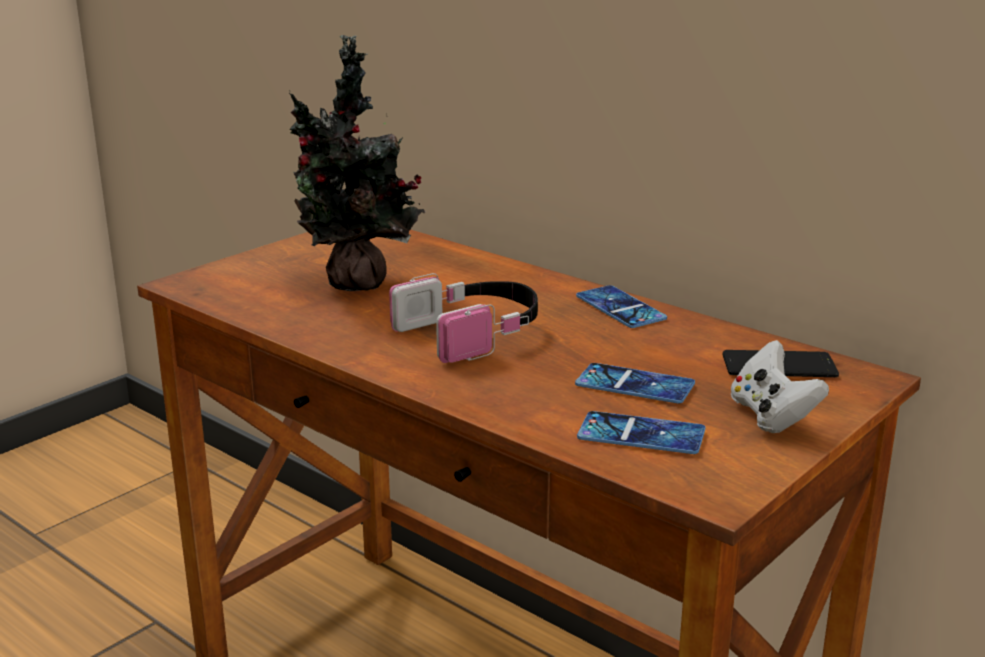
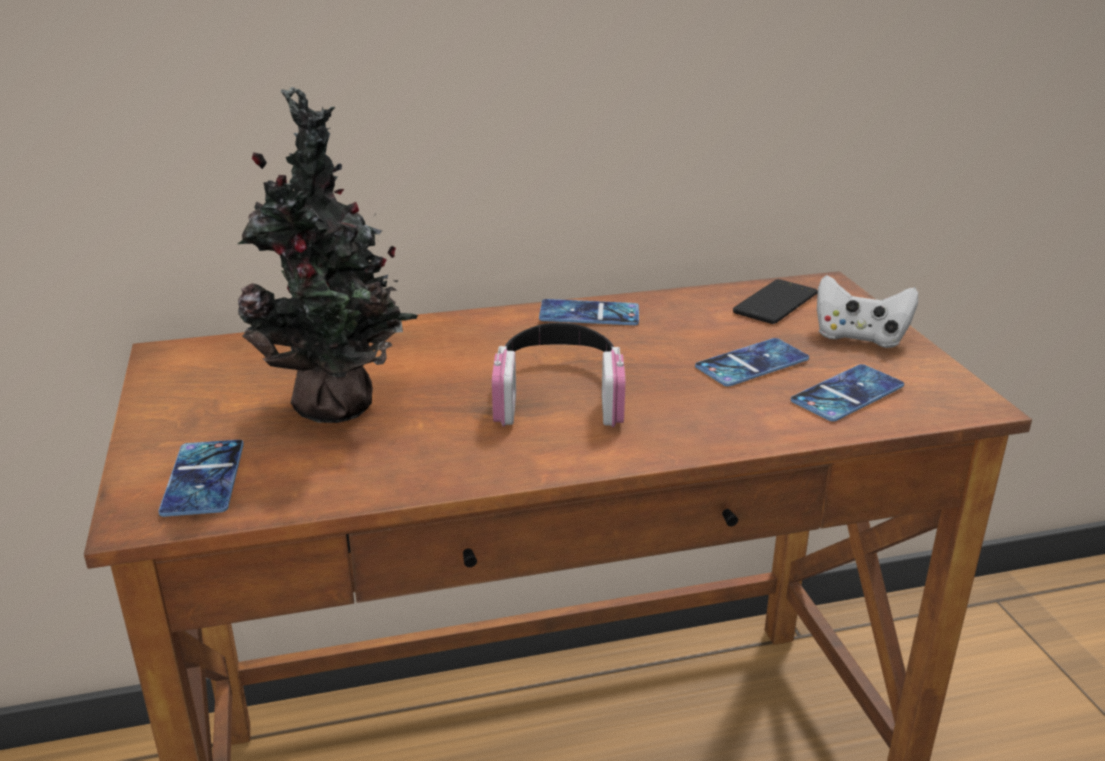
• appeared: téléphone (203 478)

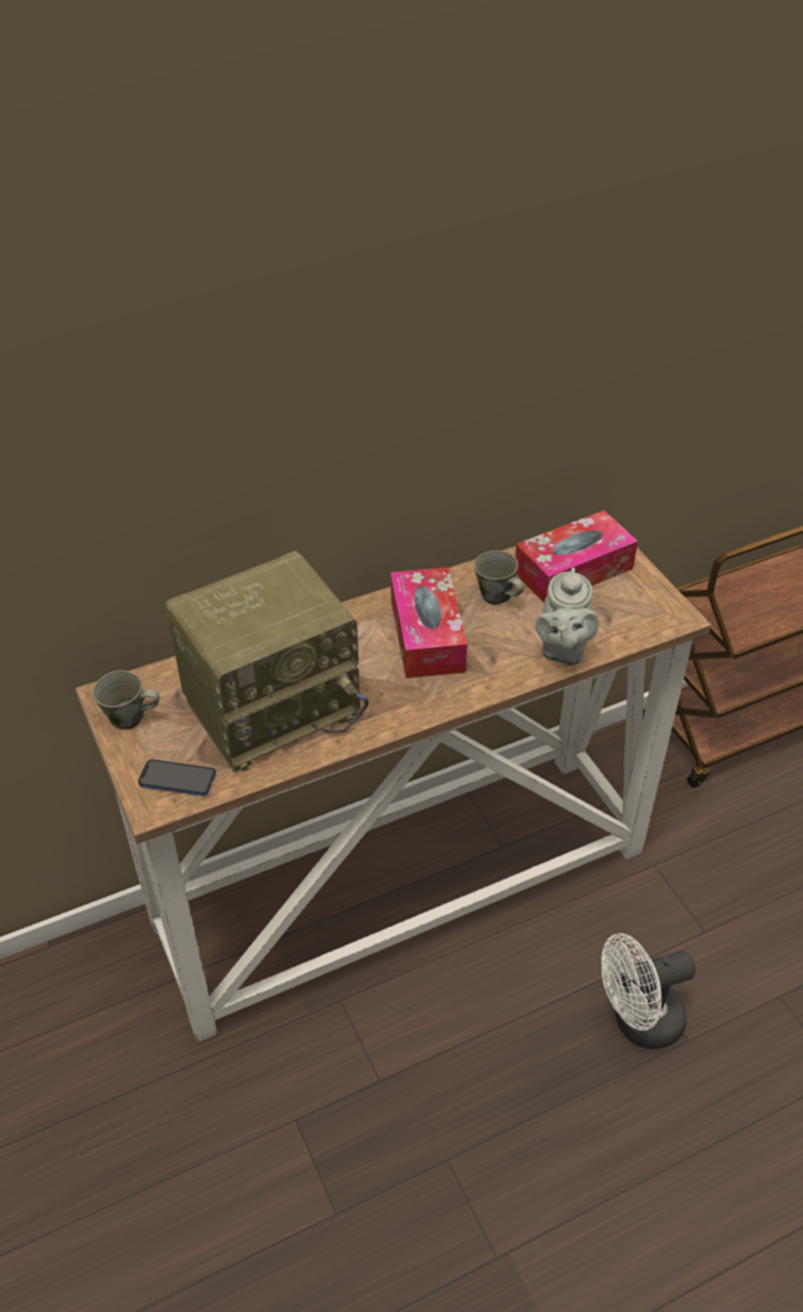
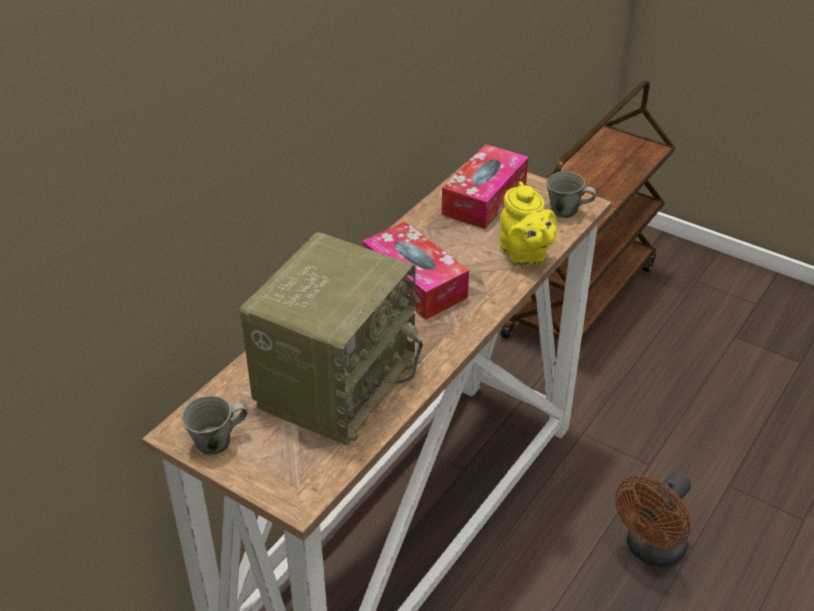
• colour: théière [gris] (562 649) to théière [jaune] (525 255)
• relocated: mug [gris] (497 596) to (566 211)
• colour: ventilateur [blanc] (638 1022) to ventilateur [marron] (650 550)
• missing: téléphone (177 779)

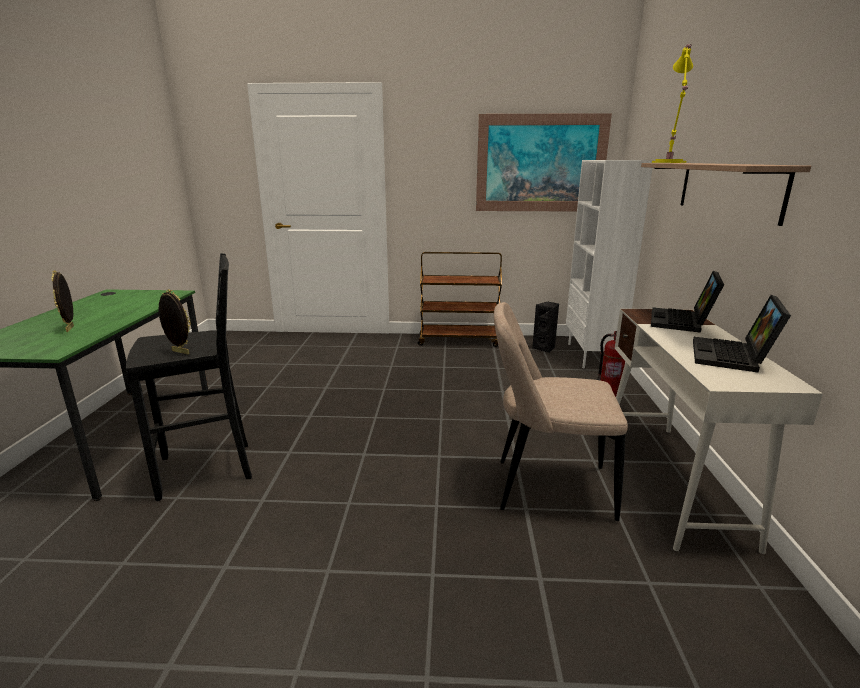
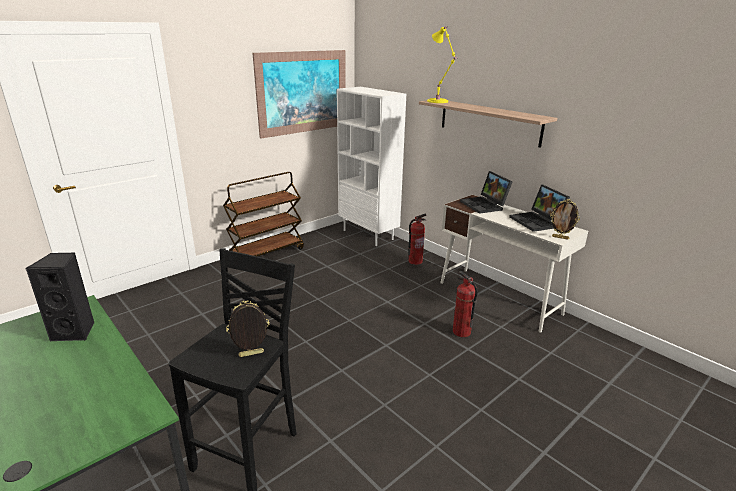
• relocated: enceinte [noir] (545 348) to (76 332)
• exchanged: chaise [beige] (547 488) to extincteur (461 332)
• relocated: cadre photo (71 329) to (560 237)

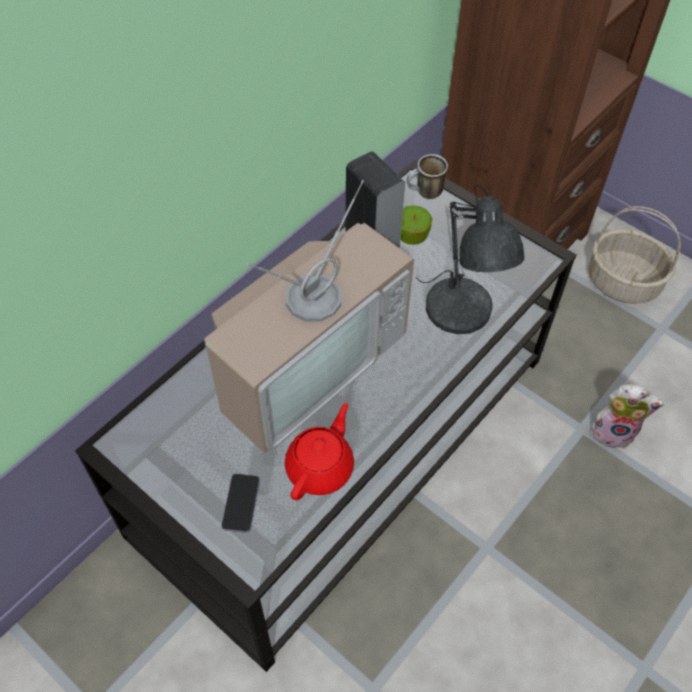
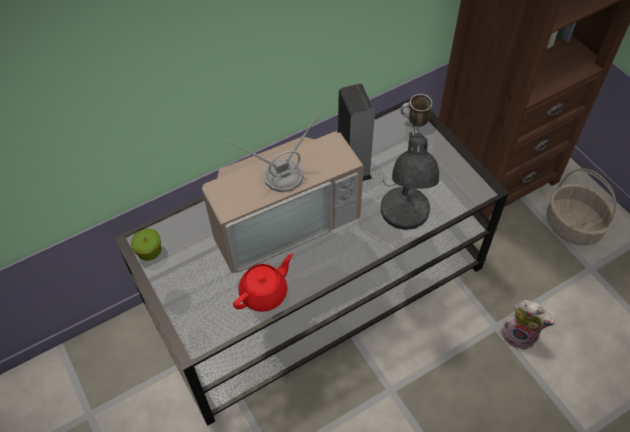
• relocated: pomme (412 236) to (150 252)
• missing: téléphone (241 503)

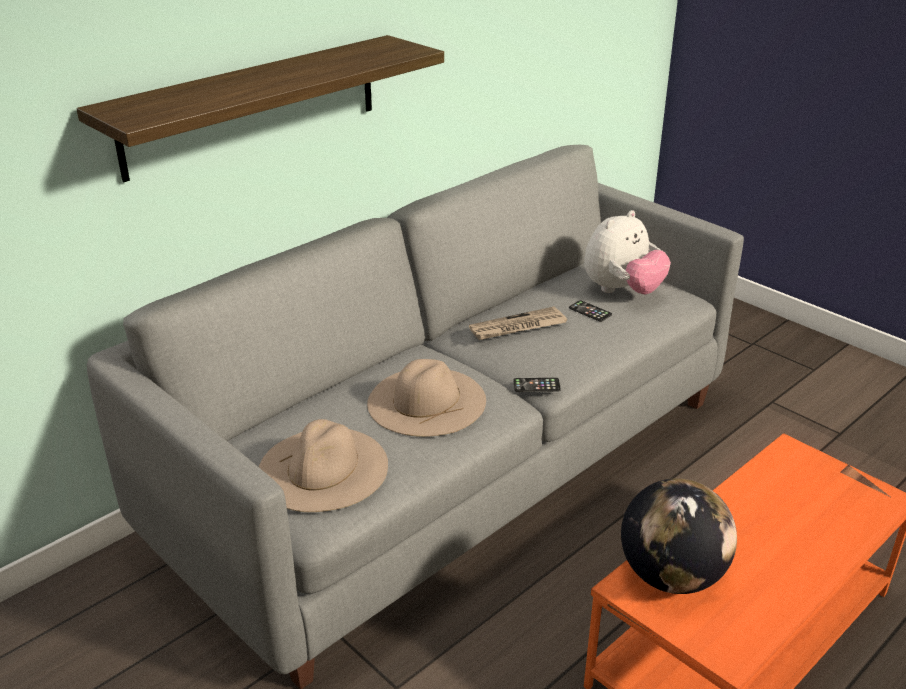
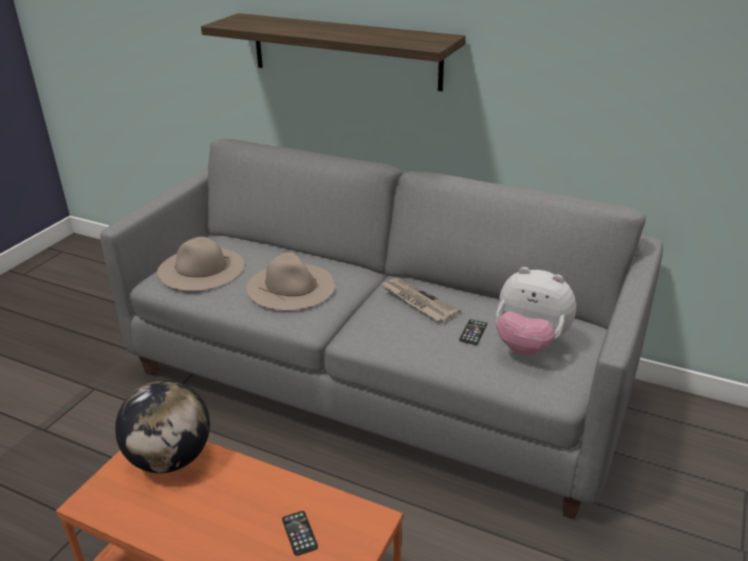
• relocated: téléphone (536 385) to (299 533)

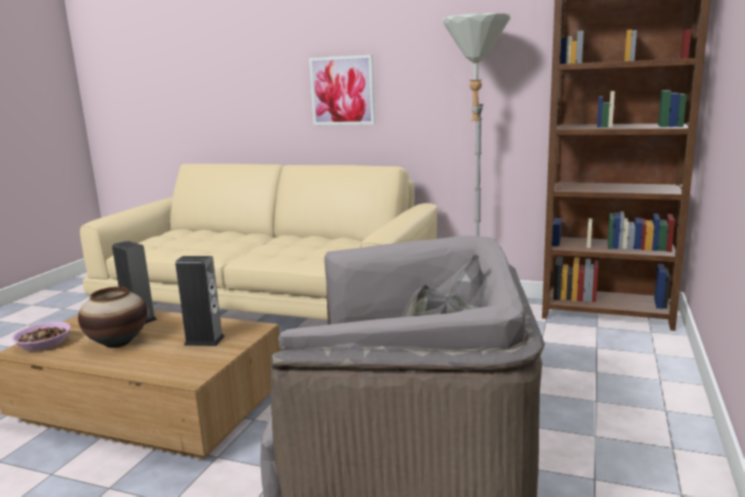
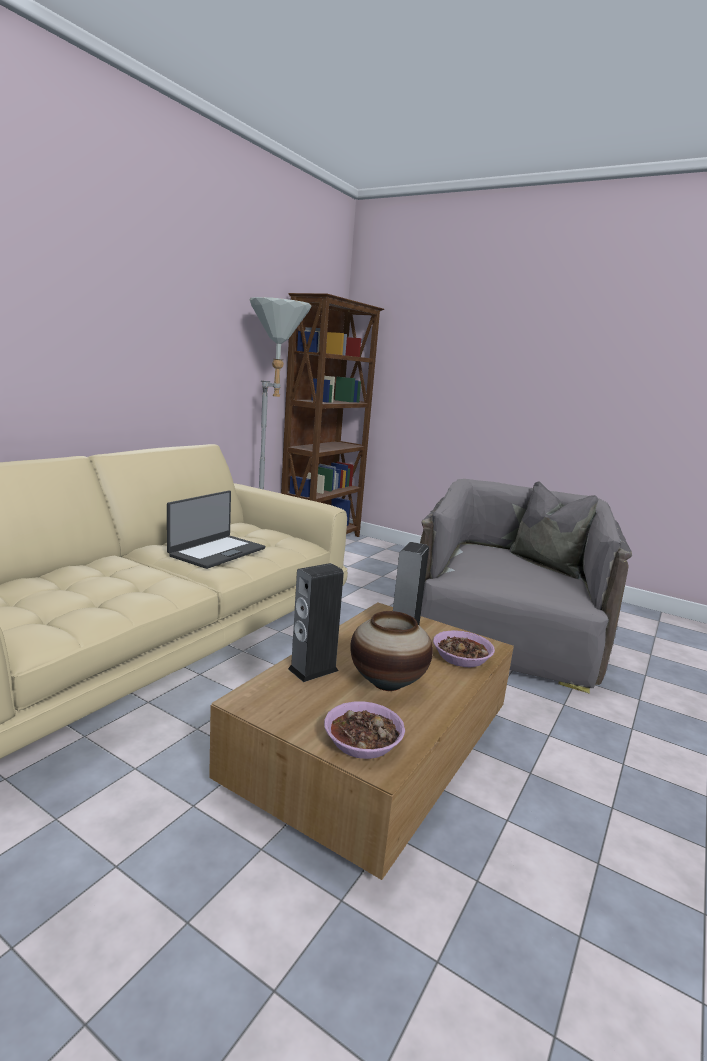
• appeared: ordinateur portable (217 552)
• appeared: bol (462 658)
• missing: tableau (342 91)

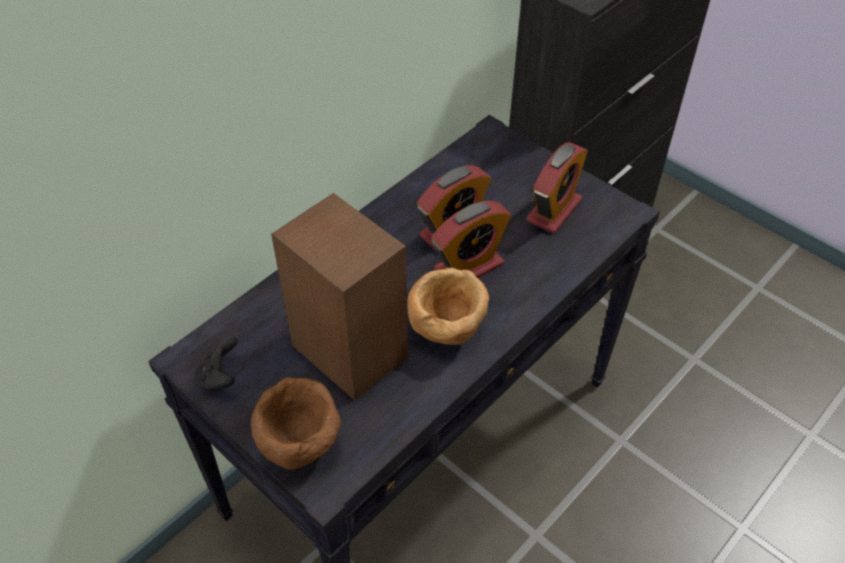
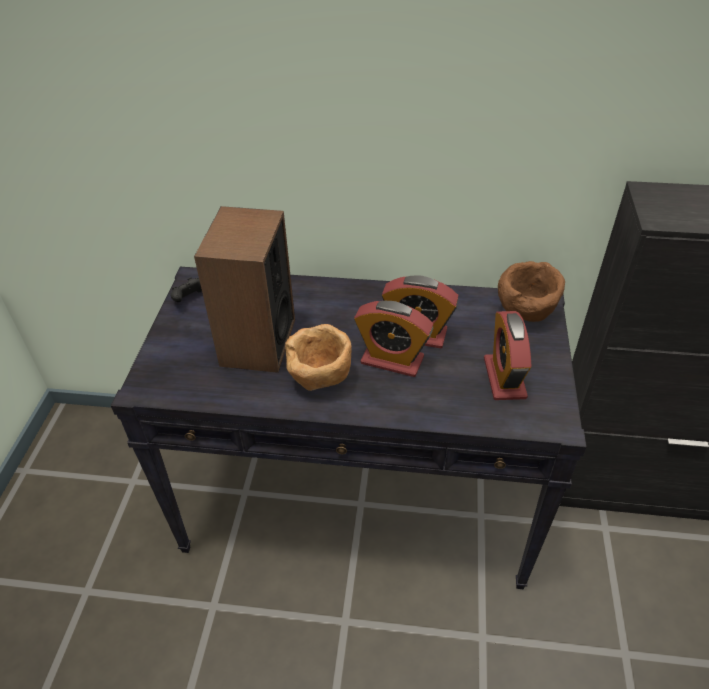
• spun: réveil (554 210) = (504 378) 90 degrees clockwise
• relocated: bol [marron] (301 445) to (525 314)

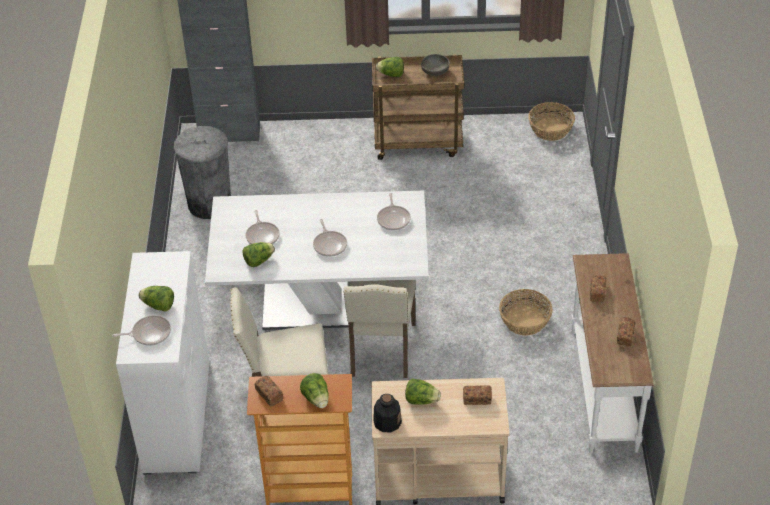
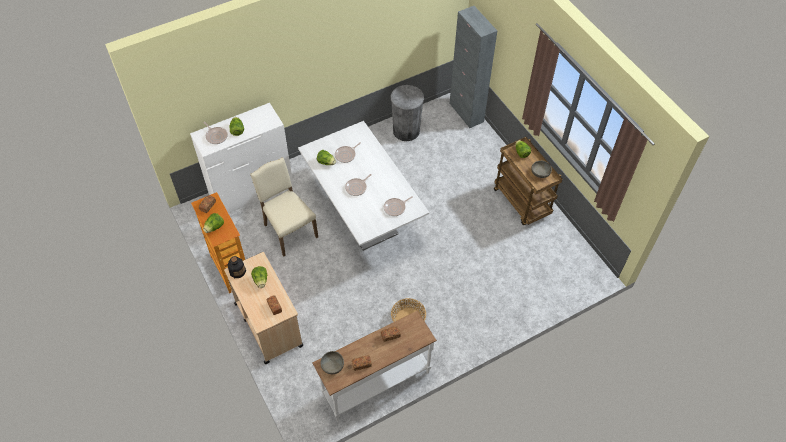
• appeared: bol [gris] (332 365)
• missing: chaise [beige] (381 351)
• missing: panier (550 129)

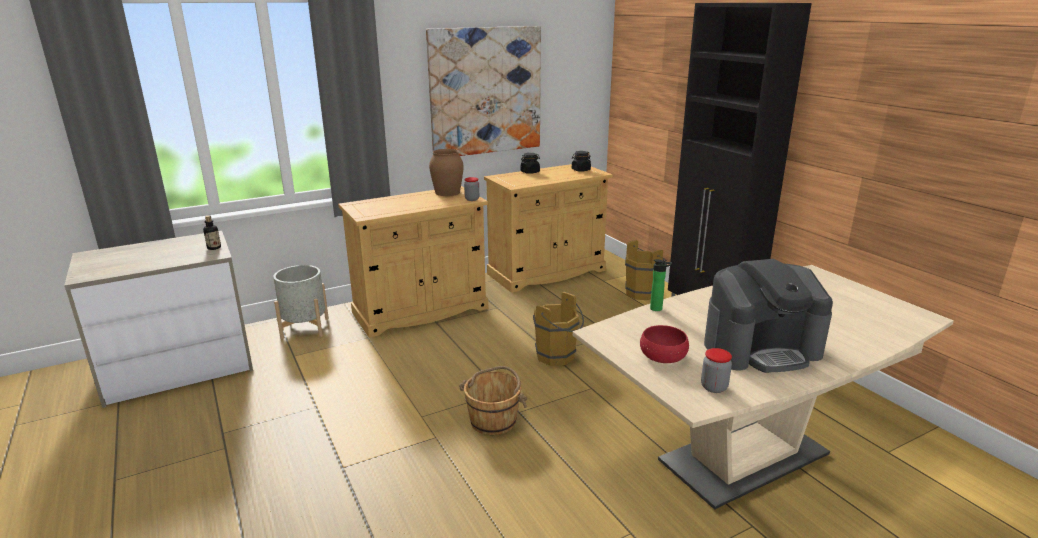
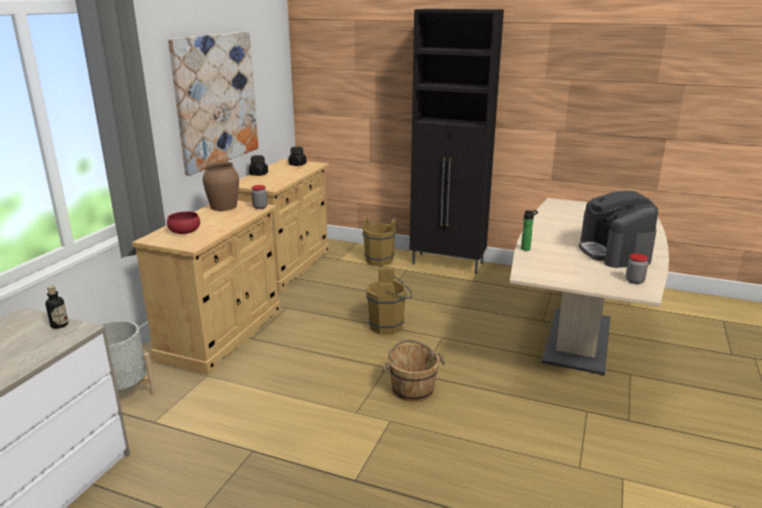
• relocated: bol [rouge] (663 356) to (184 231)
• spun: machine à café (761 348) = (614 252) 135 degrees clockwise

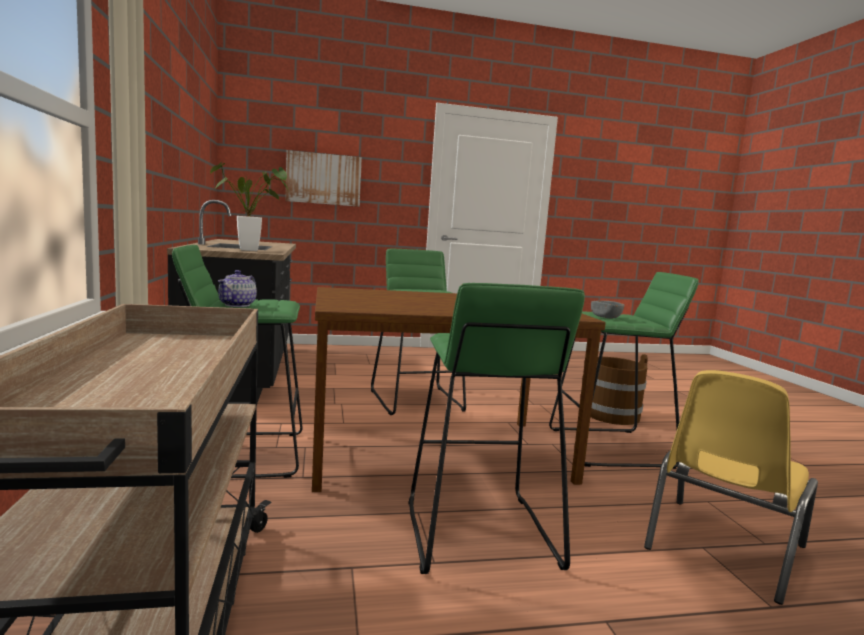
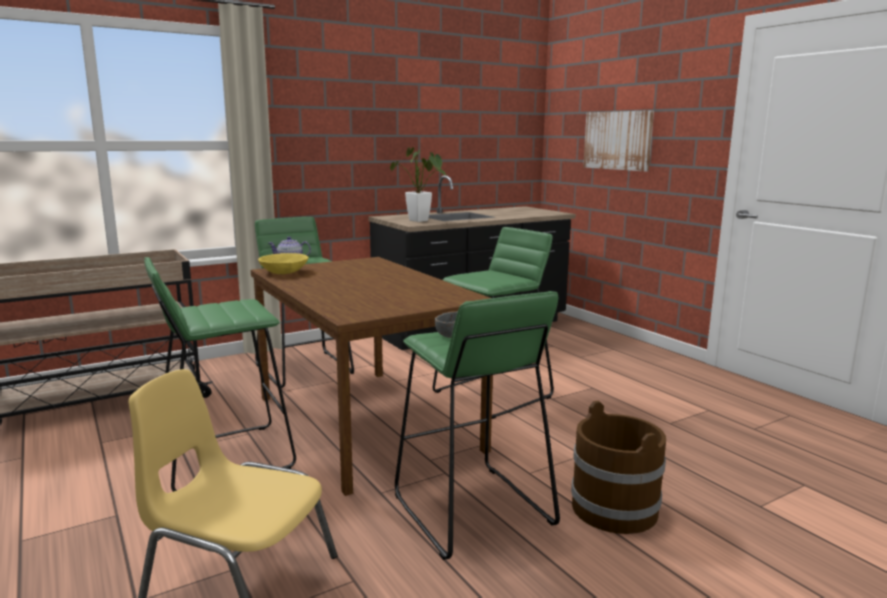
• appeared: bol [jaune] (284 272)

